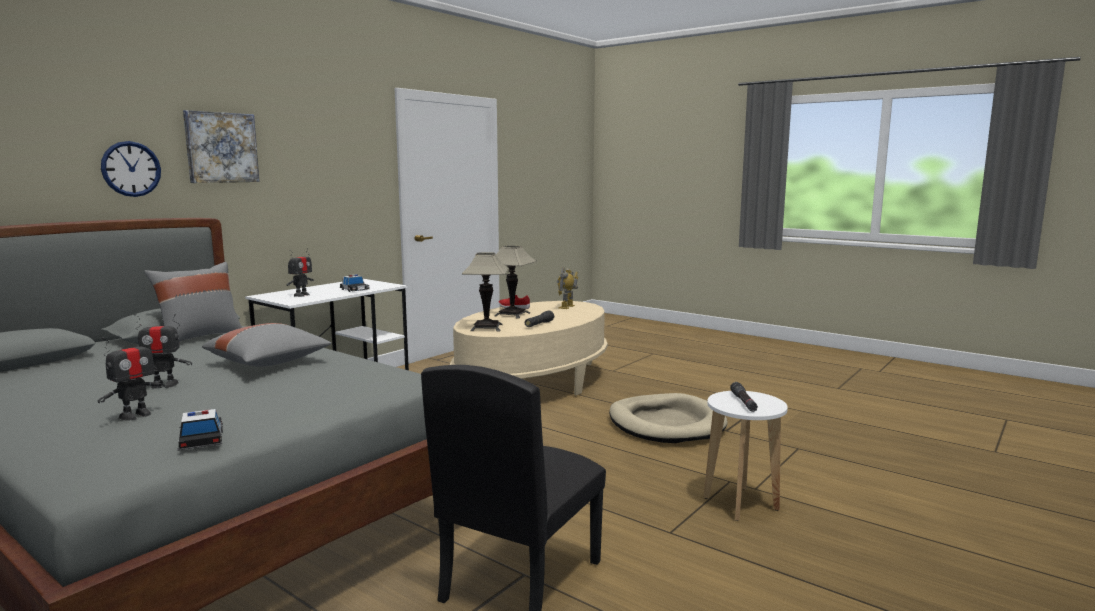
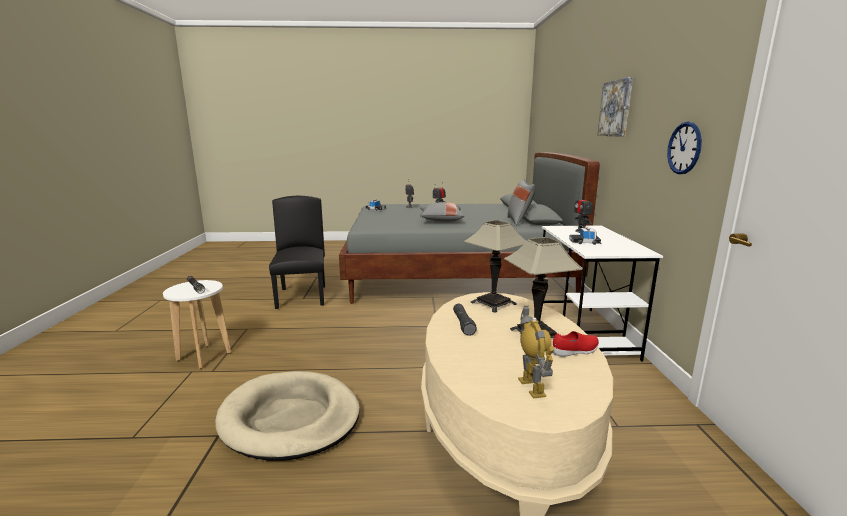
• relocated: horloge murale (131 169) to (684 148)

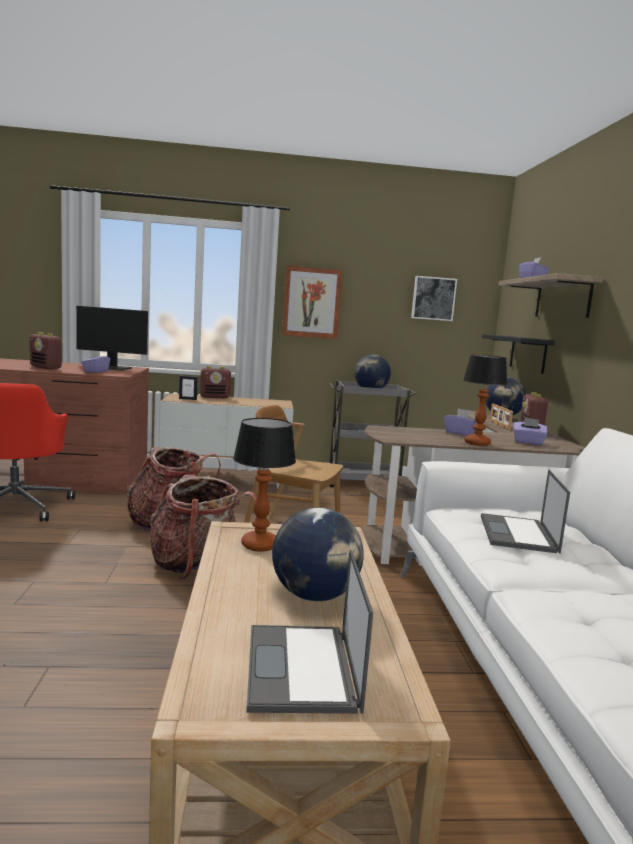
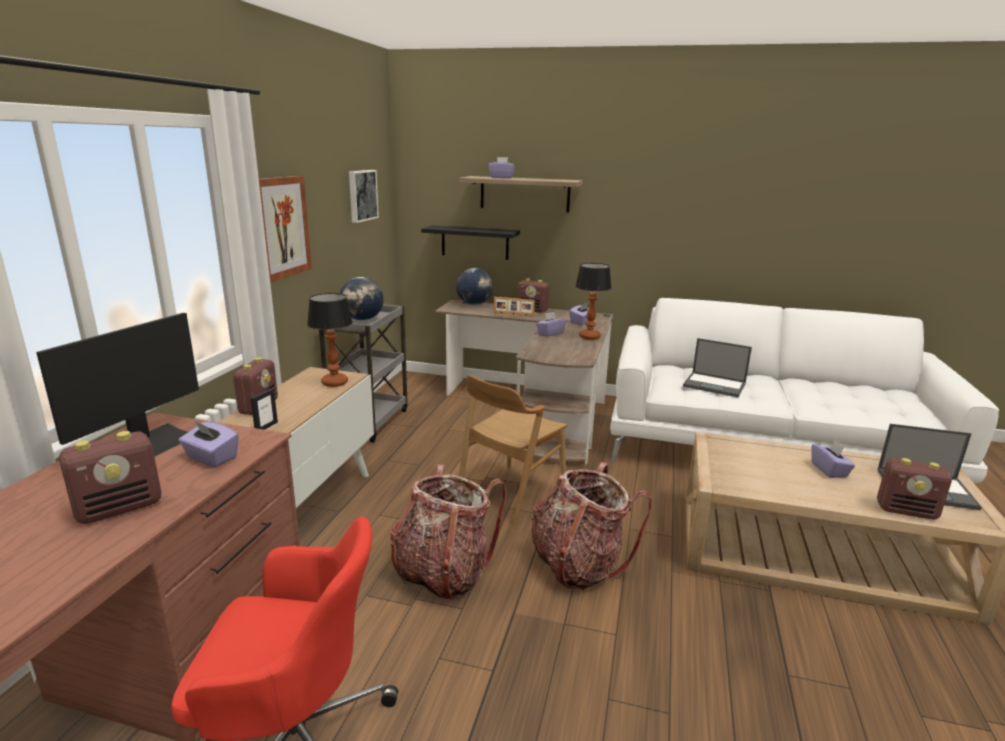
• relocated: lampe de table (259 545) to (334 383)
• exchanged: globe (314 595) to boîte à mouchoirs [violet] (829 470)
• appeared: radio (907 511)

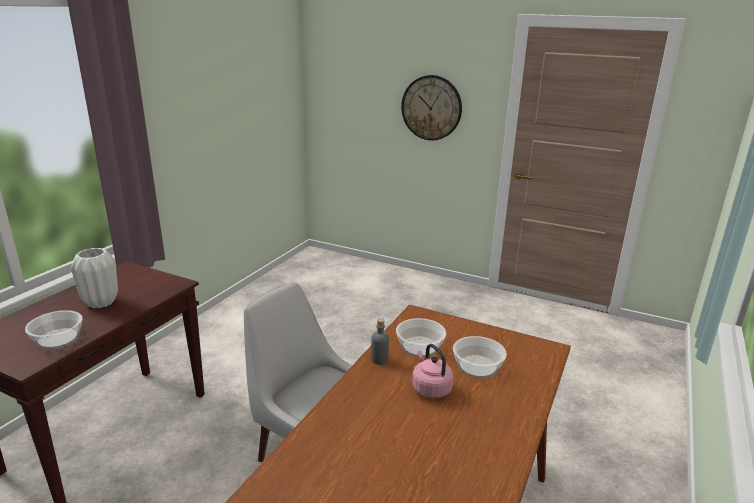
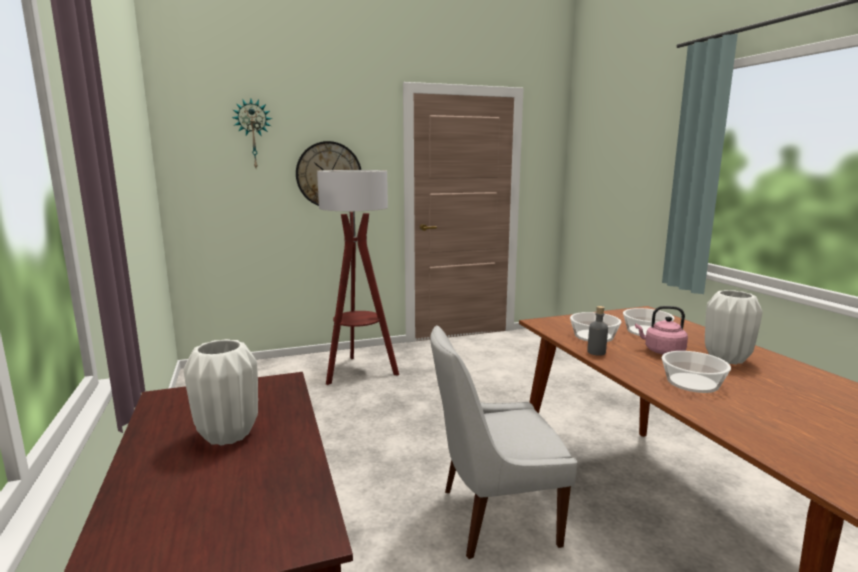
• appeared: horloge murale (253 134)
• appeared: lampadaire (359 371)
• relocated: bol (58 338) to (692 382)
• appeared: vase [blanc] (726 358)

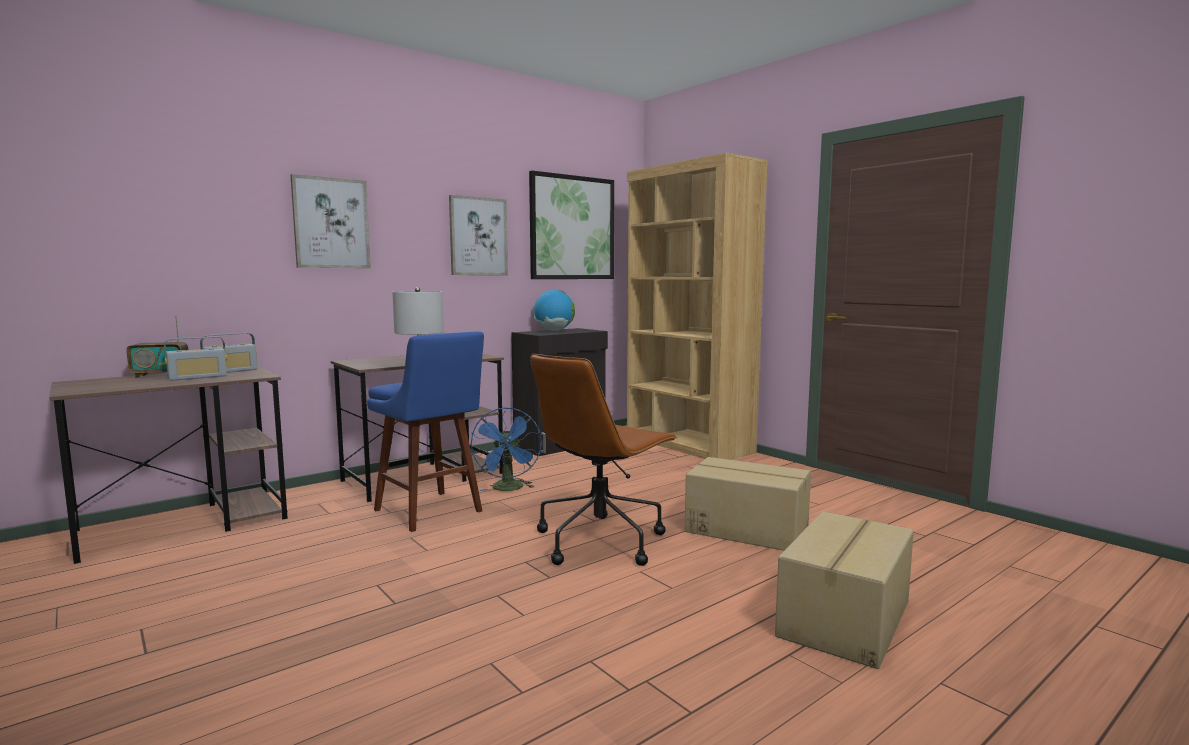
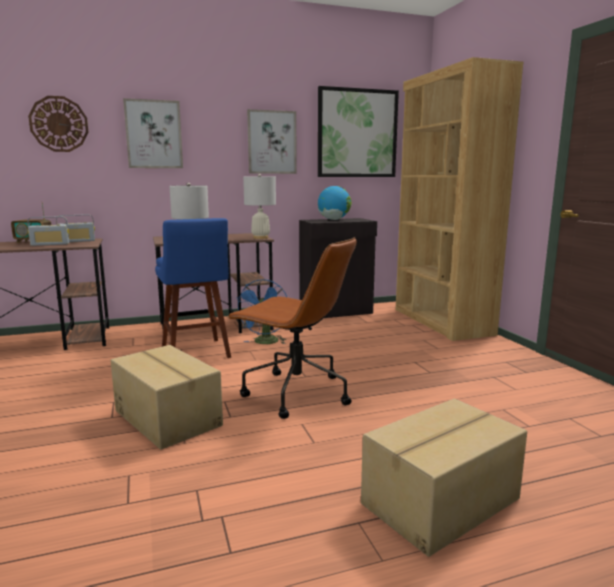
• appeared: horloge murale (59 124)
• relocated: carton (746 529) to (168 417)
• spun: chaise de bureau [marron] (600 540) = (295 393) 120 degrees counterclockwise
• appeared: lampe de table [blanc] (261 238)

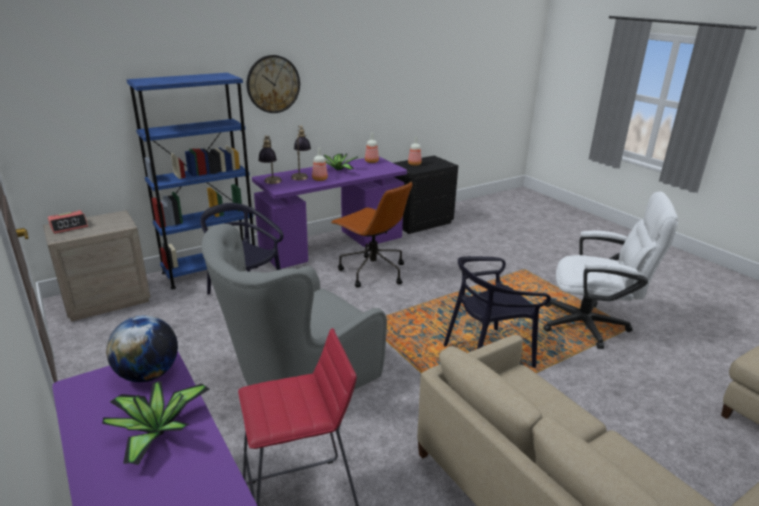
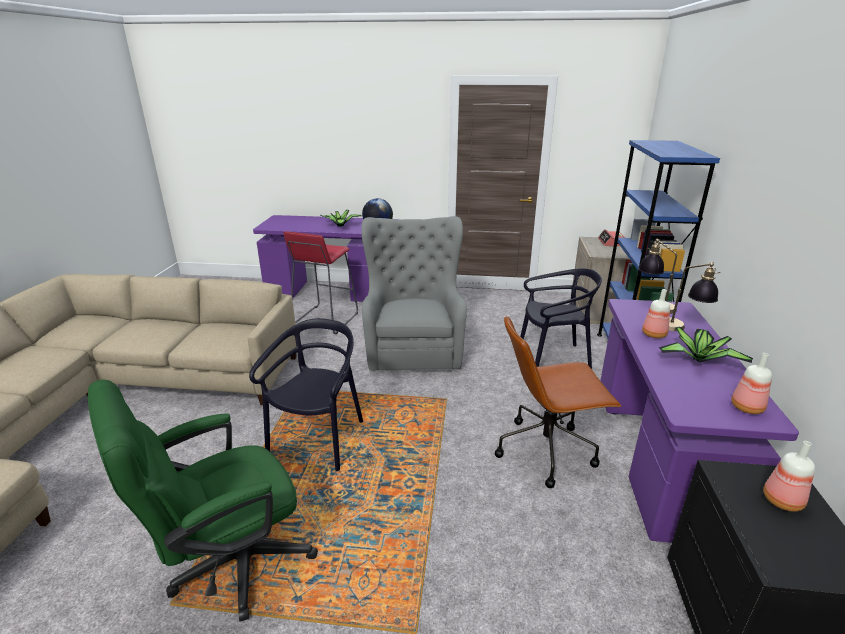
• colour: chaise de bureau [blanc] (593 325) to chaise de bureau [vert] (229 565)
• missing: horloge murale (273 84)

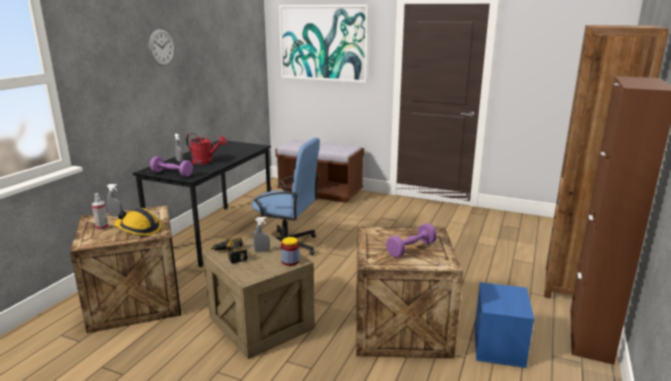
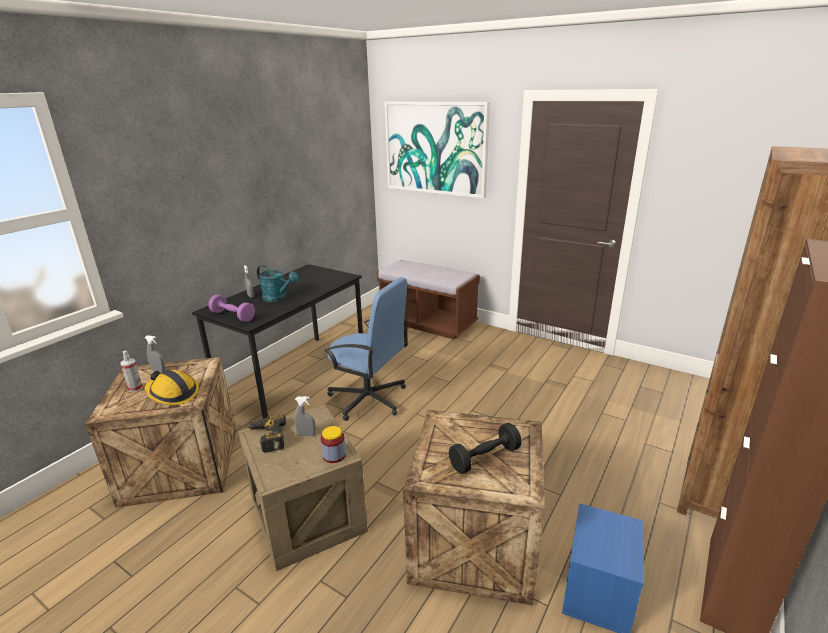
• colour: arrosoir [rouge] (206 161) to arrosoir [turquoise] (278 298)
• colour: haltère [violet] (411 249) to haltère [noir] (484 458)
• missing: horloge murale (161 47)

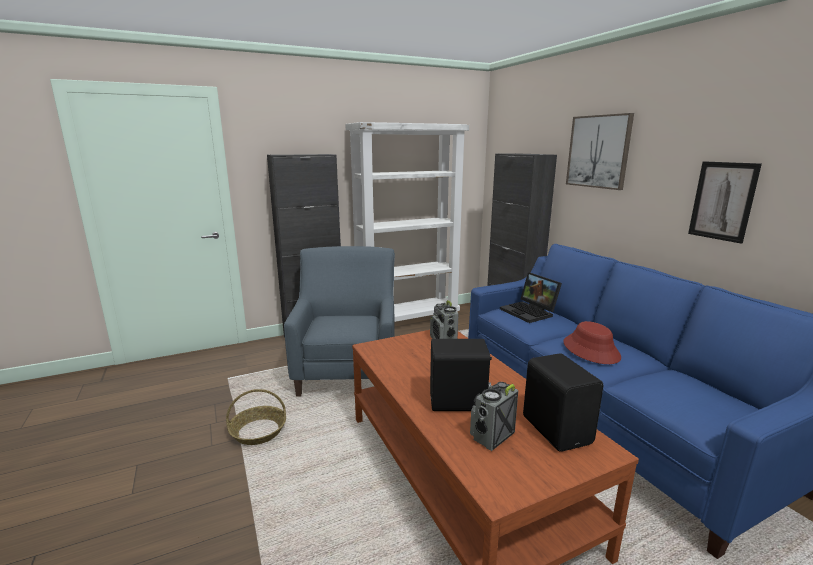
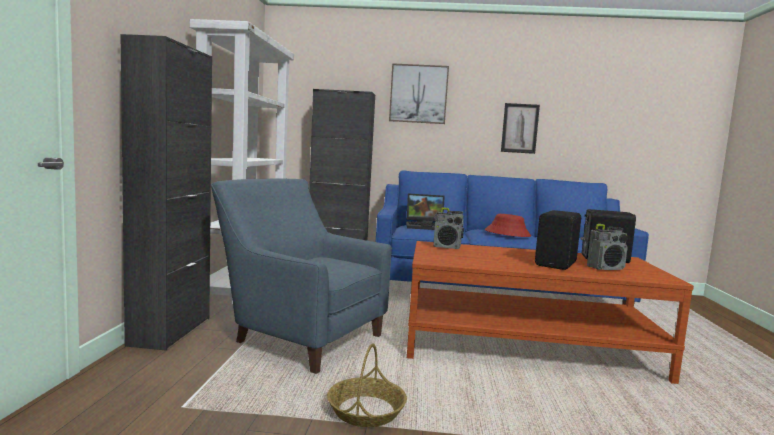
• spun: radio (491 436) = (606 268) 90 degrees counterclockwise

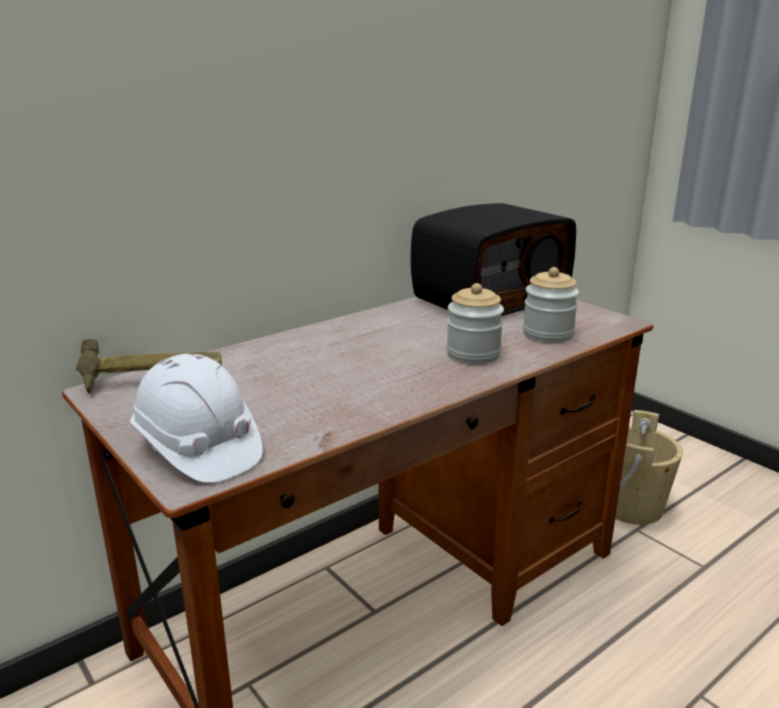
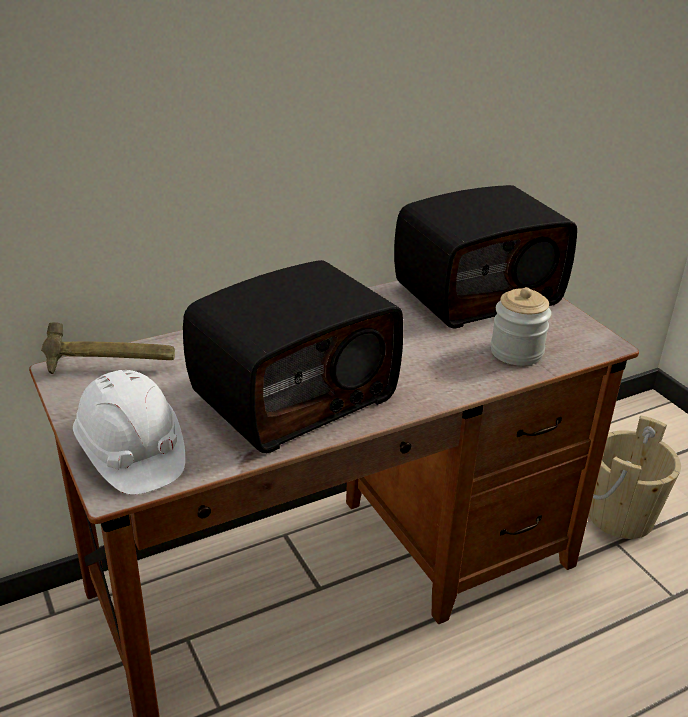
• appeared: radio (293 395)
• missing: bocal (473 354)

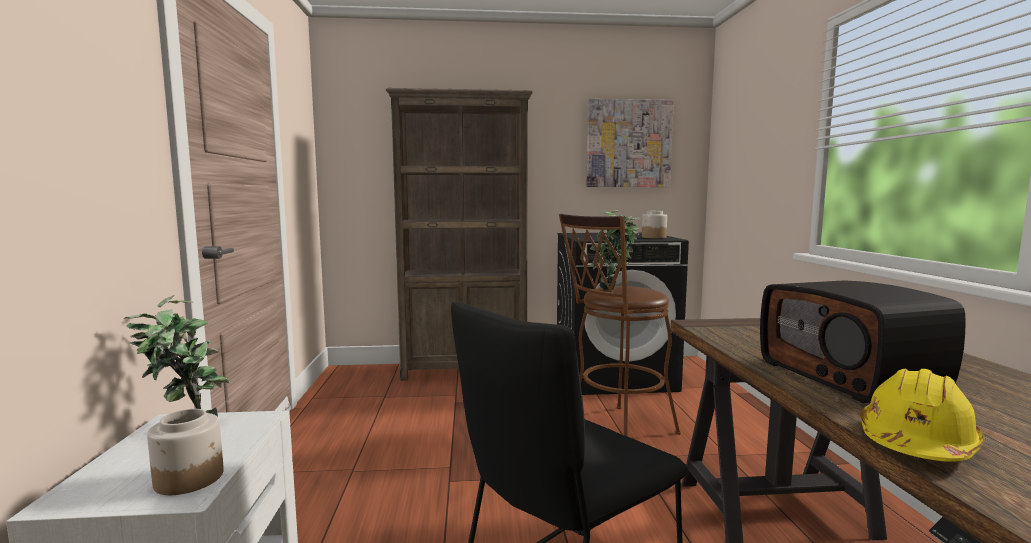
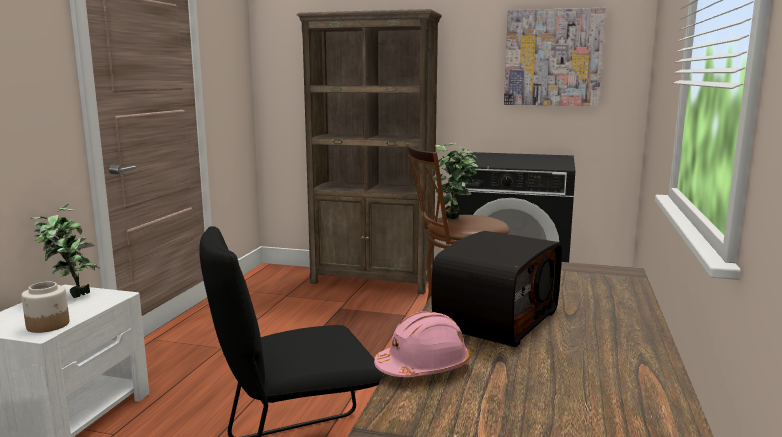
• colour: casque de chantier [jaune] (916 443) to casque de chantier [rose] (423 367)
• spun: radio (850 376) = (495 319) 150 degrees counterclockwise
• missing: bocal (653 237)

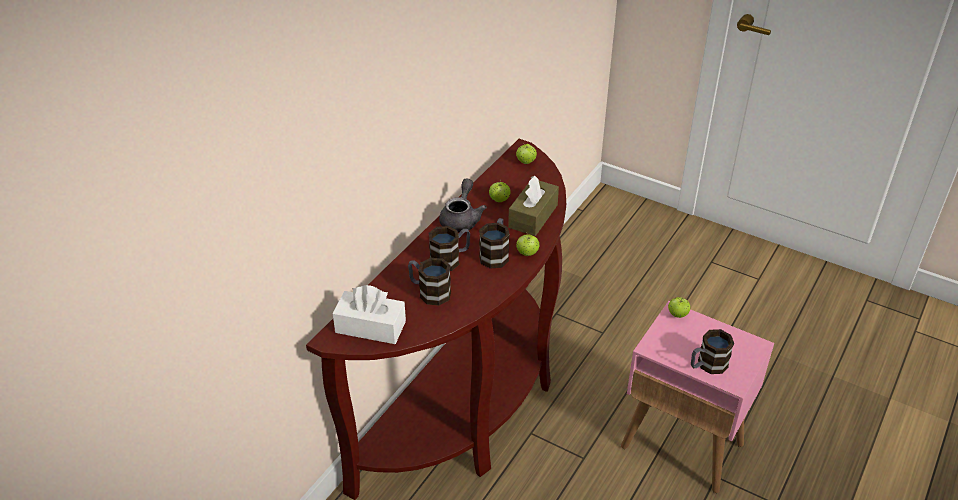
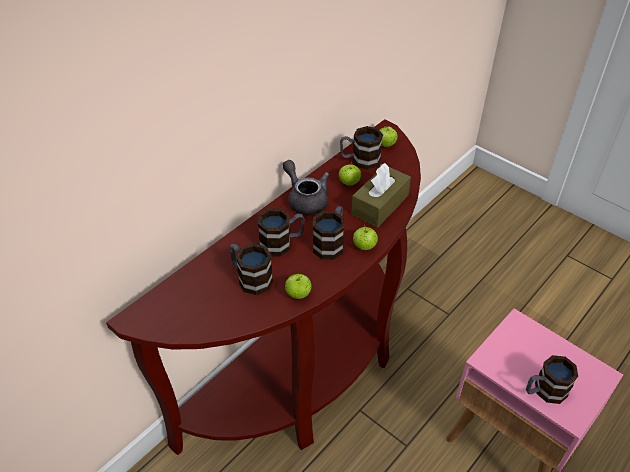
• spun: théière [gris] (461 219) = (305 199) 60 degrees counterclockwise
• relocated: pomme (677 315) to (298 294)
• appeared: mug (360 160)
• missing: boîte à mouchoirs [blanc] (370 327)

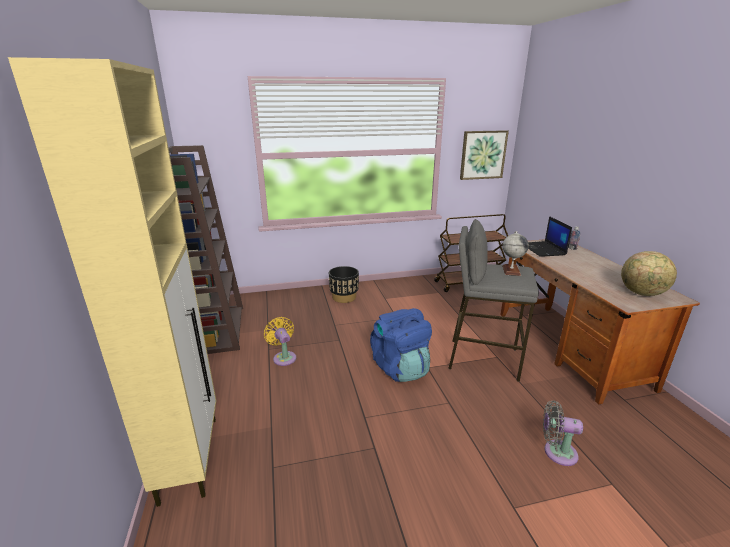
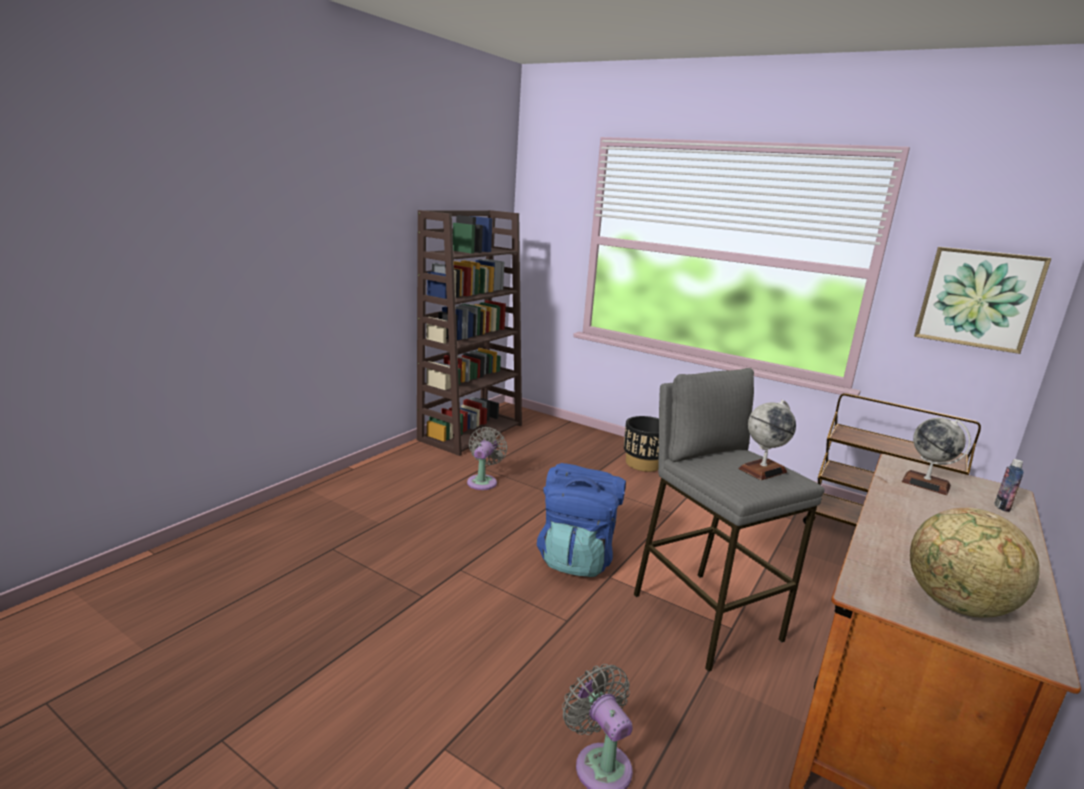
• colour: ventilateur [jaune] (283 357) to ventilateur [gris] (483 481)
• exchanged: ordinateur portable (543 249) to globe (926 484)
• missing: meuble de rangement [beige] (190 456)

